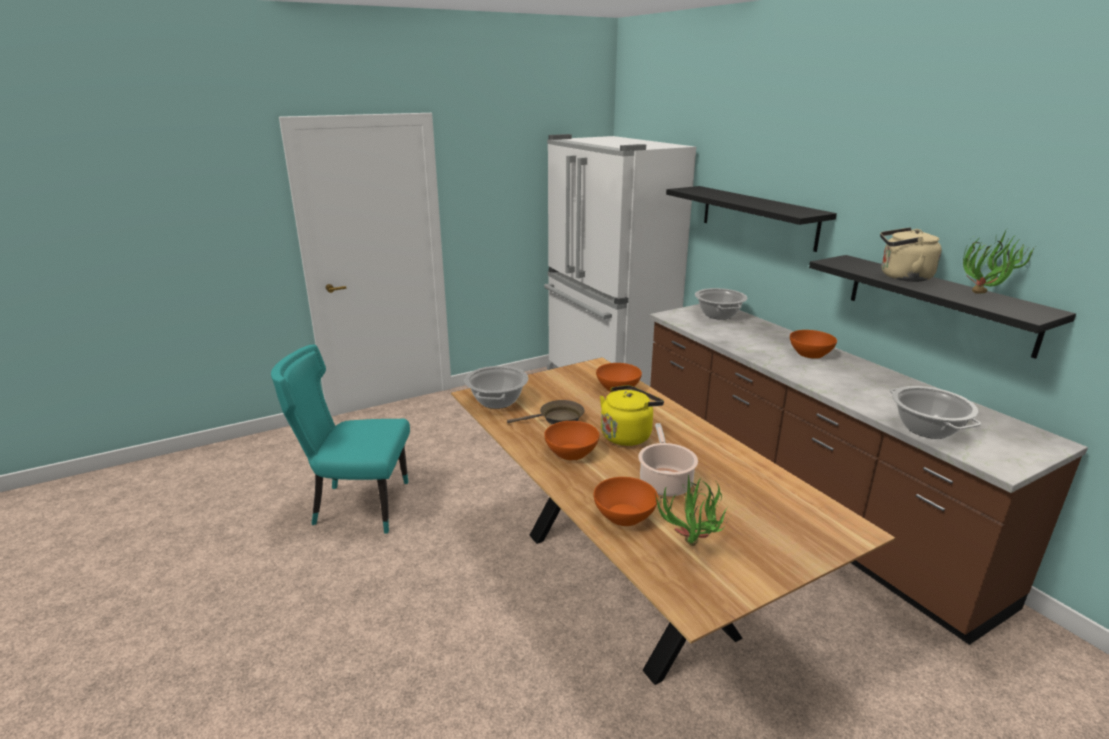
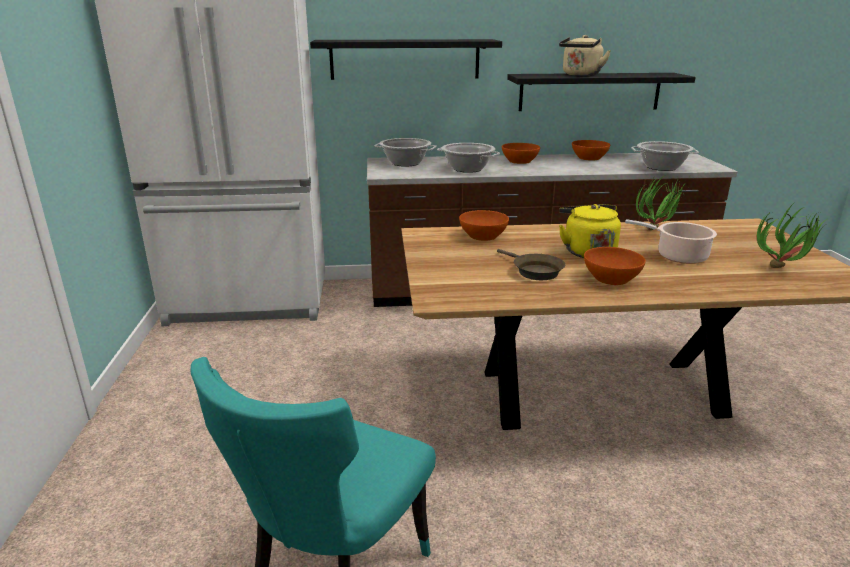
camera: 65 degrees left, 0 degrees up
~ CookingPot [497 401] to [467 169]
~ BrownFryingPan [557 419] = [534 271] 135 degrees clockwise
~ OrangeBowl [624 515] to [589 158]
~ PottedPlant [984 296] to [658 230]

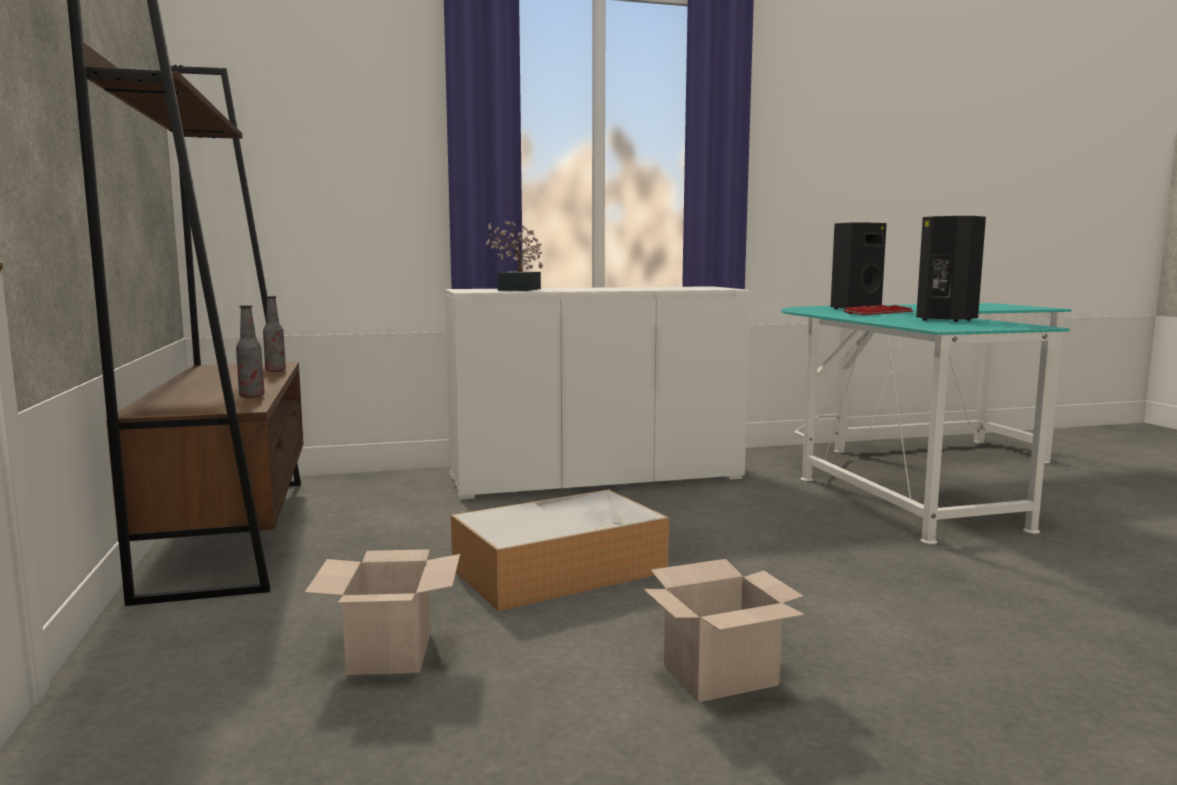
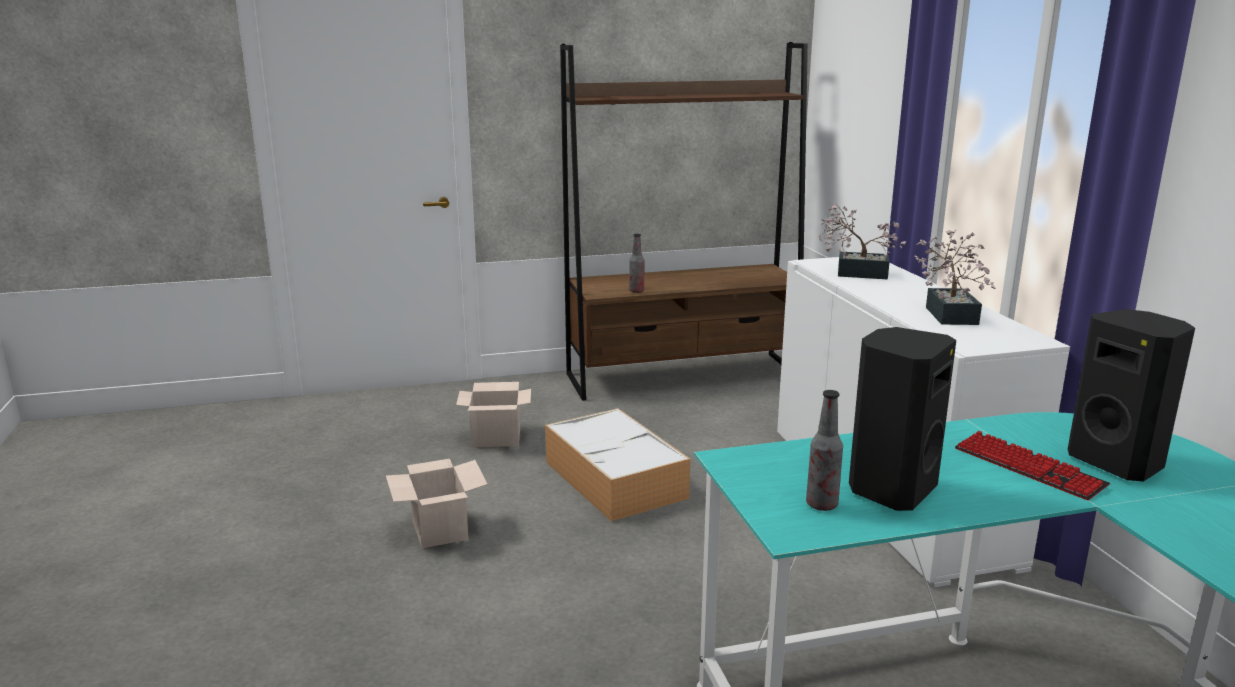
camera: 90 degrees right, 10 degrees up
~ Bottle [275 371] to [821 505]
+ PottedPlant [950 313]

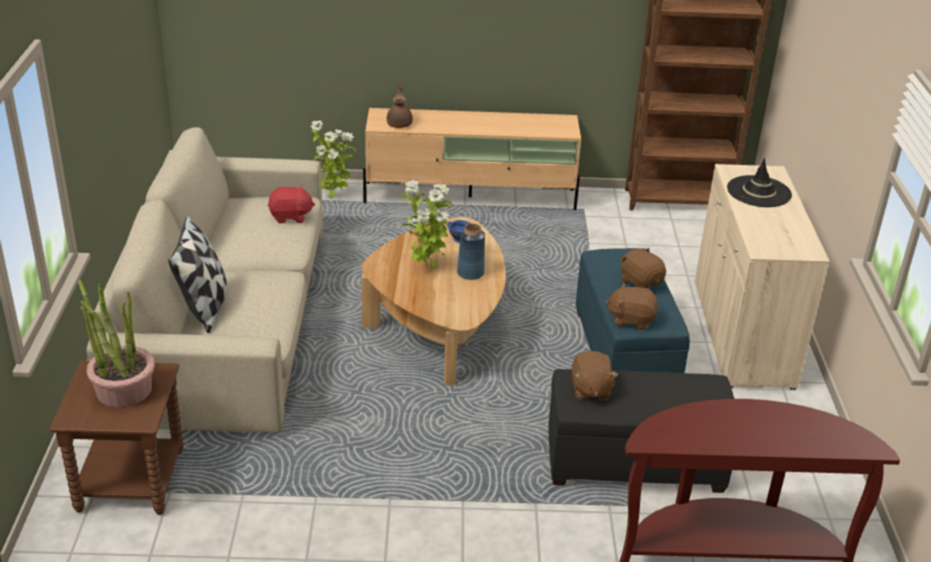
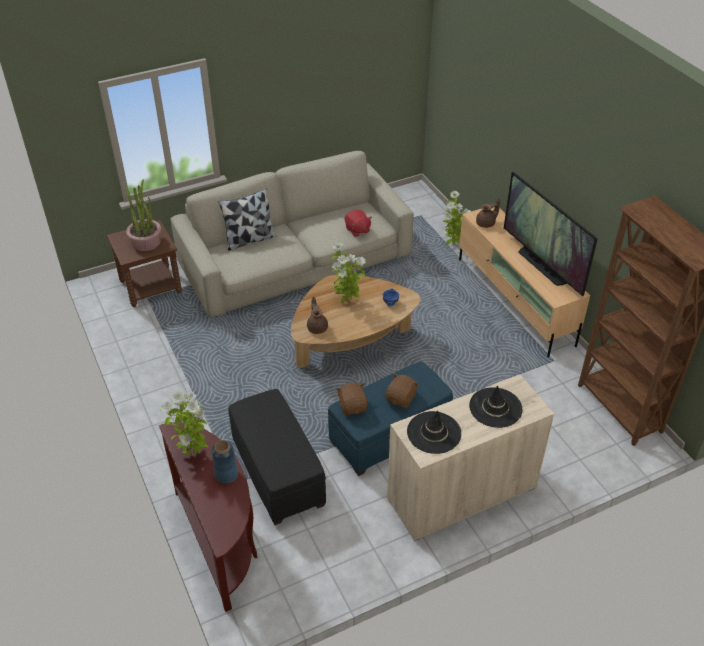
camera: 65 degrees right, 10 degrees up
~ BlueVase [470 273] to [226 474]
- BrownPlushToy [590 390]
+ PottedPlant [193 454]
+ BrownTeapot [317 327]
+ BlackHat [433 433]
+ Television [542 266]

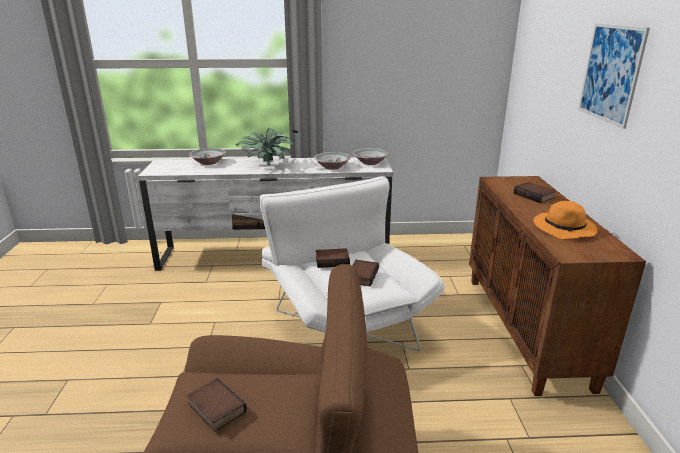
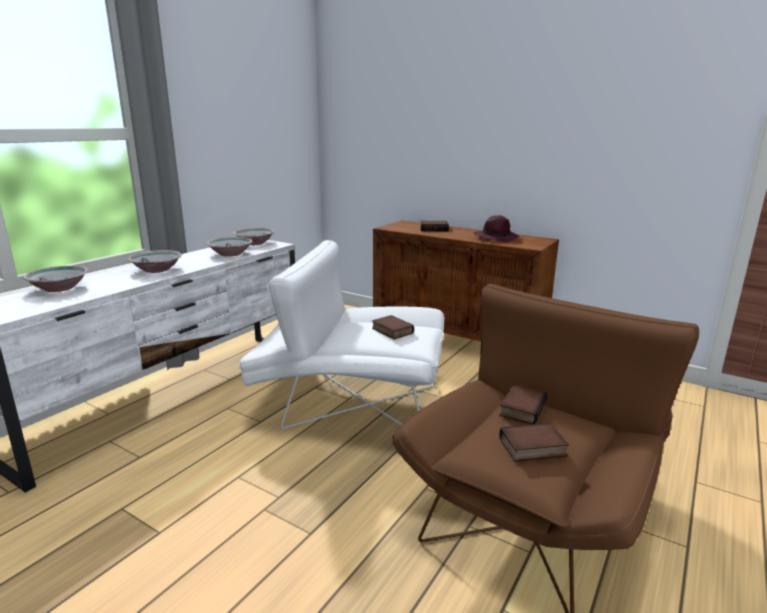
camera: 55 degrees left, 5 degrees down
~ PottedPlant [269 165] to Bowl [157 270]
~ Book [333 261] to [521 408]
~ OrangeHat [565 229] to PurpleHat [496 238]
- Picture [610 73]

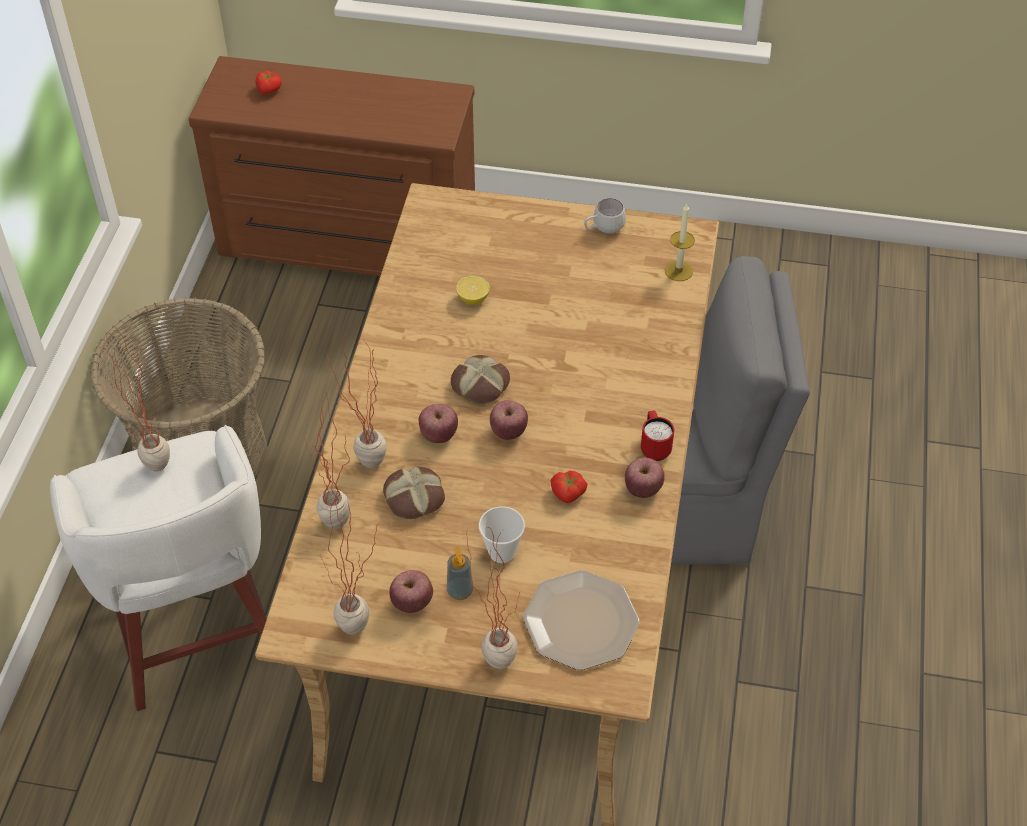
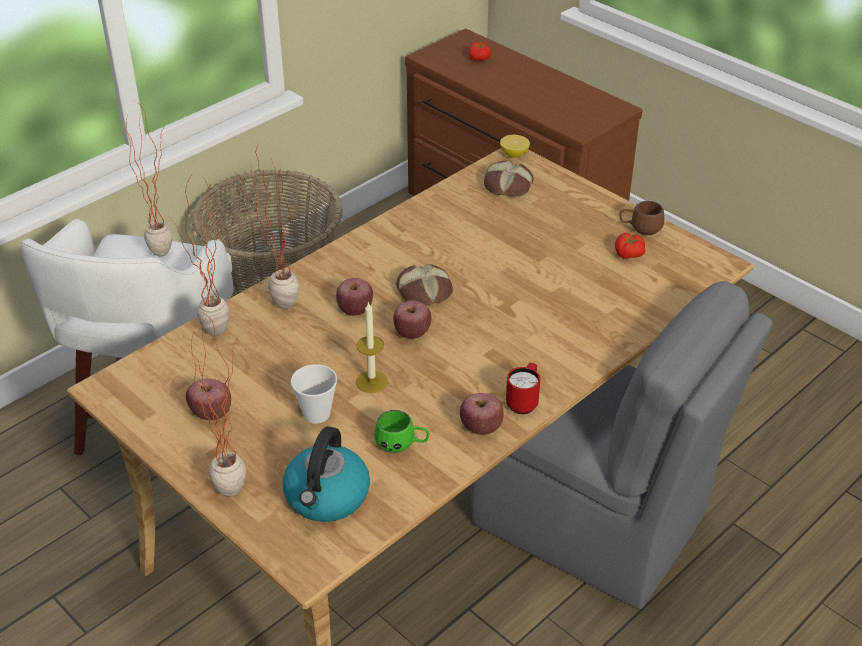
camera: 35 degrees right, 10 degrees down
- PottedPlant [363 632]
~ Bread [414 498] to [507 186]
- SoapDispenser [460 591]
~ Lemon [473 298] to [514 154]
~ Plate [581 620] to Kettle [327 497]
~ Tomato [568 494] to [628 254]
~ WhiteMug [603 229] to BrownMug [640 229]
~ Candle [678 271] to [371 381]
+ GreenMug [402 445]

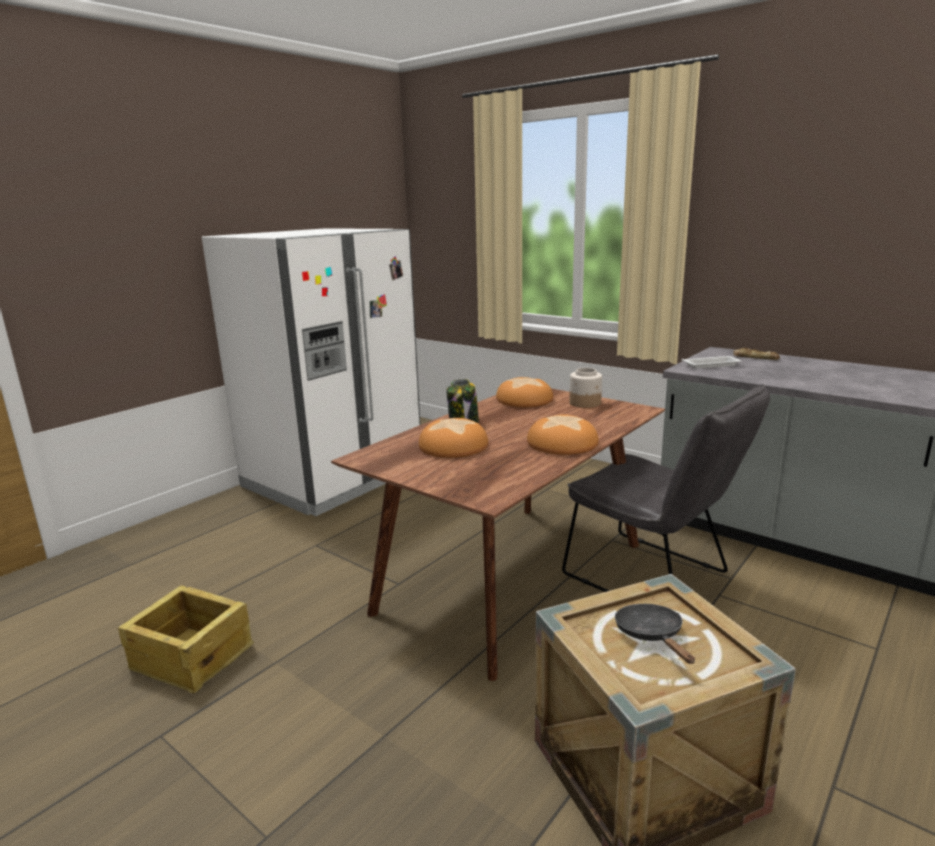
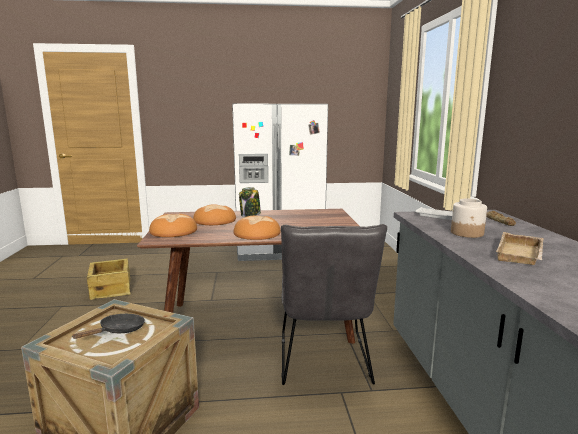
camera: 45 degrees right, 5 degrees down
~ Bread [525 400] to [173 231]
~ Jar [585 403] to [467 233]
+ BeigeTray [521 254]

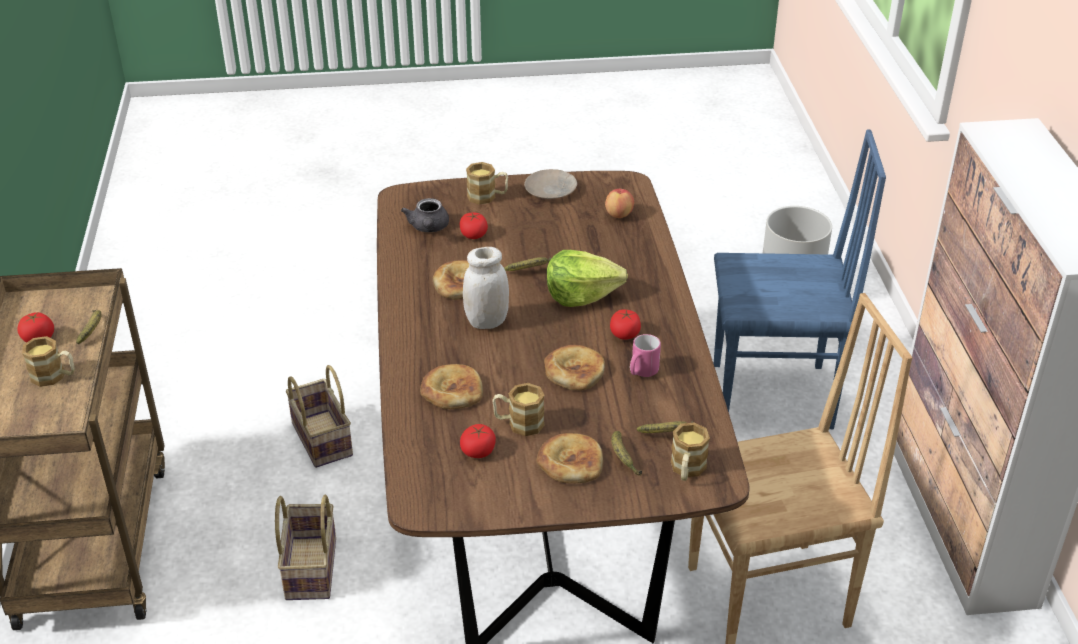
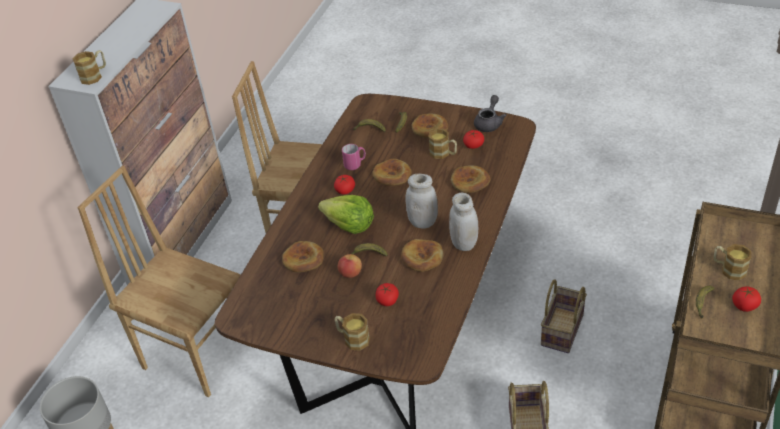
camera: 150 degrees left, 5 degrees up
~ GreyTeapot [428 228] to [489 123]
- BeigePlate [551 190]
~ Apple [619 215] to [350 273]
~ Mug [687 470] to [95 75]
~ BlueChair [773 397] to BrownChair [197 354]
+ Bread [303 259]
+ WhiteJar [464 243]

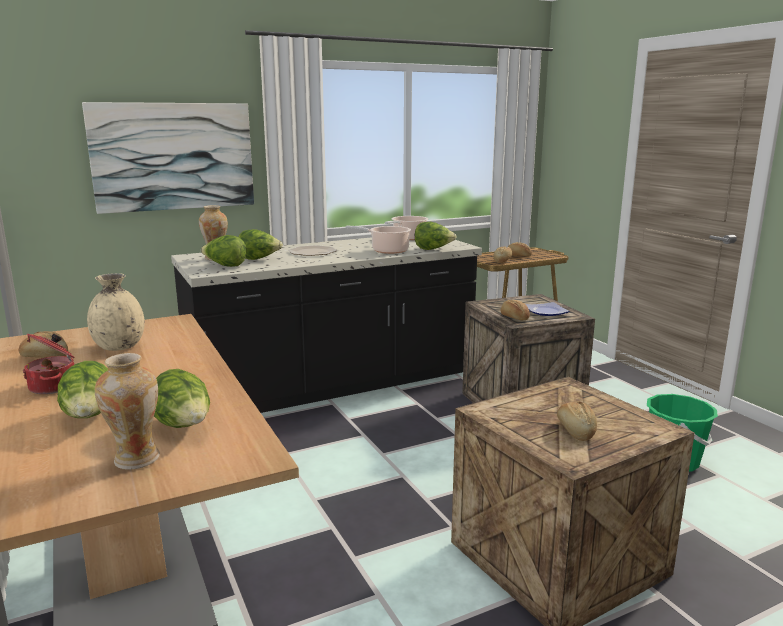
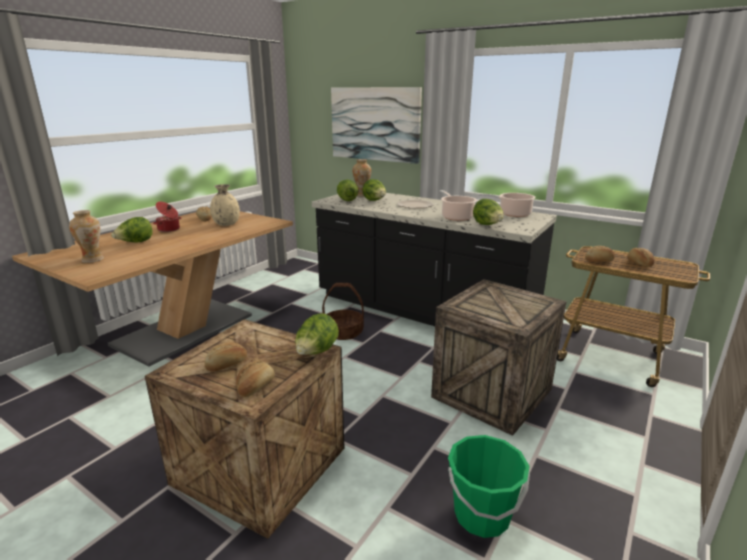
camera: 60 degrees right, 5 degrees up
~ Lettuce [184 426] to [316 353]
~ Bread [514 318] to [255 387]
- Plate [546 311]
+ Basket [343 332]

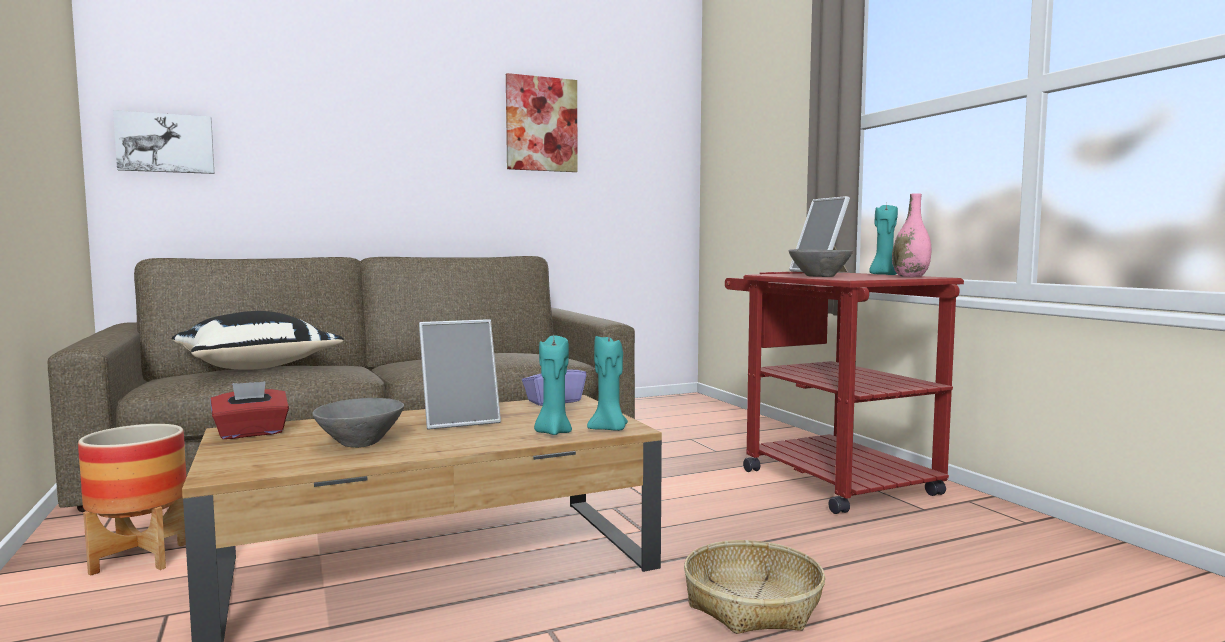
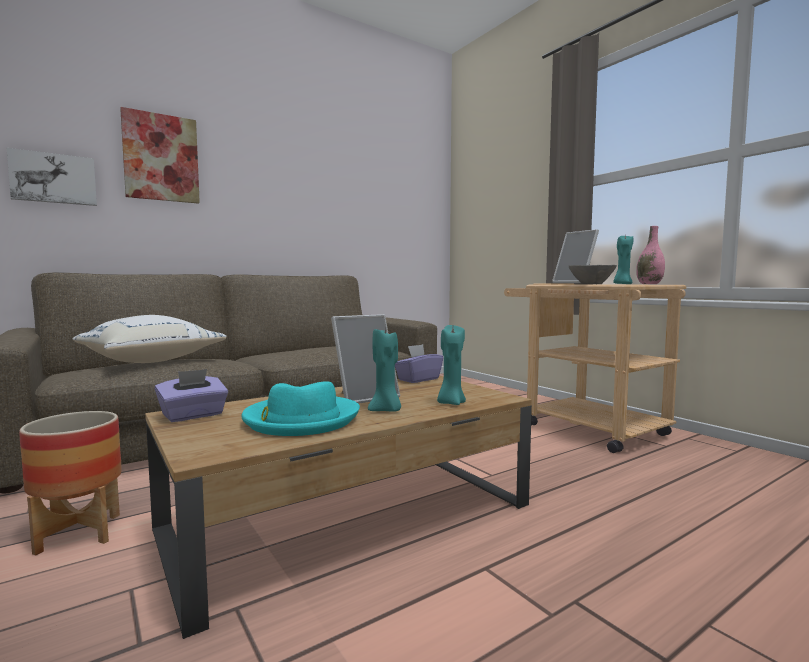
camera: 10 degrees left, 0 degrees up
~ BlackPillow [256 367] to WhitePillow [150 361]
~ RedTissueBox [251 433] to PurpleTissueBox [193 415]
~ GreyBowl [359 443] to TurquoiseHat [301 419]
~ Picture [541 124] to [161 158]
~ TurquoiseCandle [609 429] to [386 410]
- Basket [753 604]
~ RedCart [826 477] to BeigeCart [584 427]

